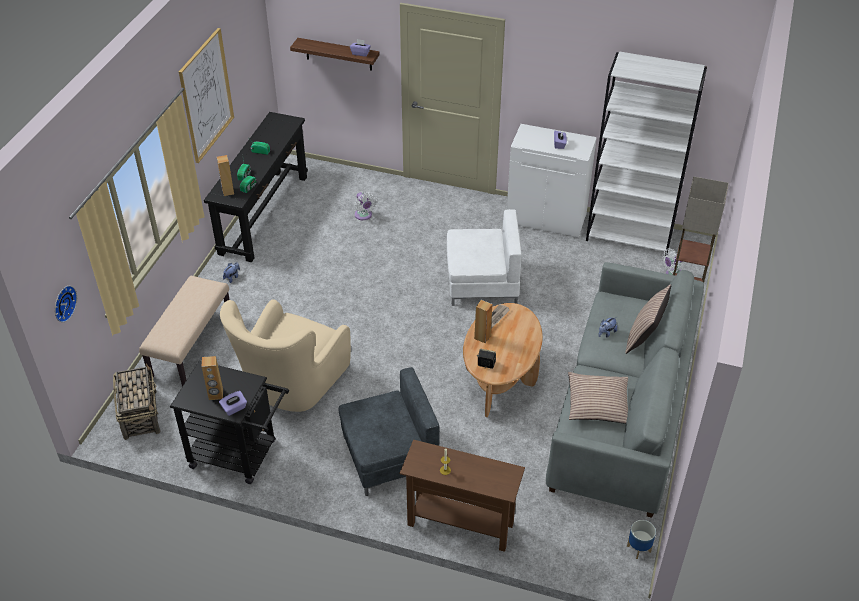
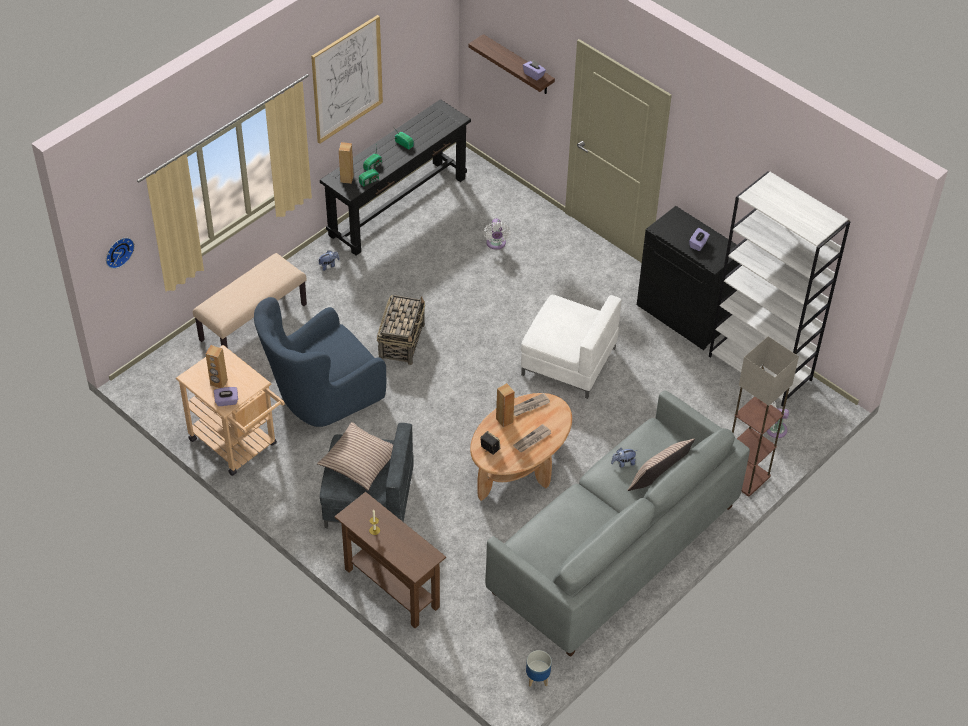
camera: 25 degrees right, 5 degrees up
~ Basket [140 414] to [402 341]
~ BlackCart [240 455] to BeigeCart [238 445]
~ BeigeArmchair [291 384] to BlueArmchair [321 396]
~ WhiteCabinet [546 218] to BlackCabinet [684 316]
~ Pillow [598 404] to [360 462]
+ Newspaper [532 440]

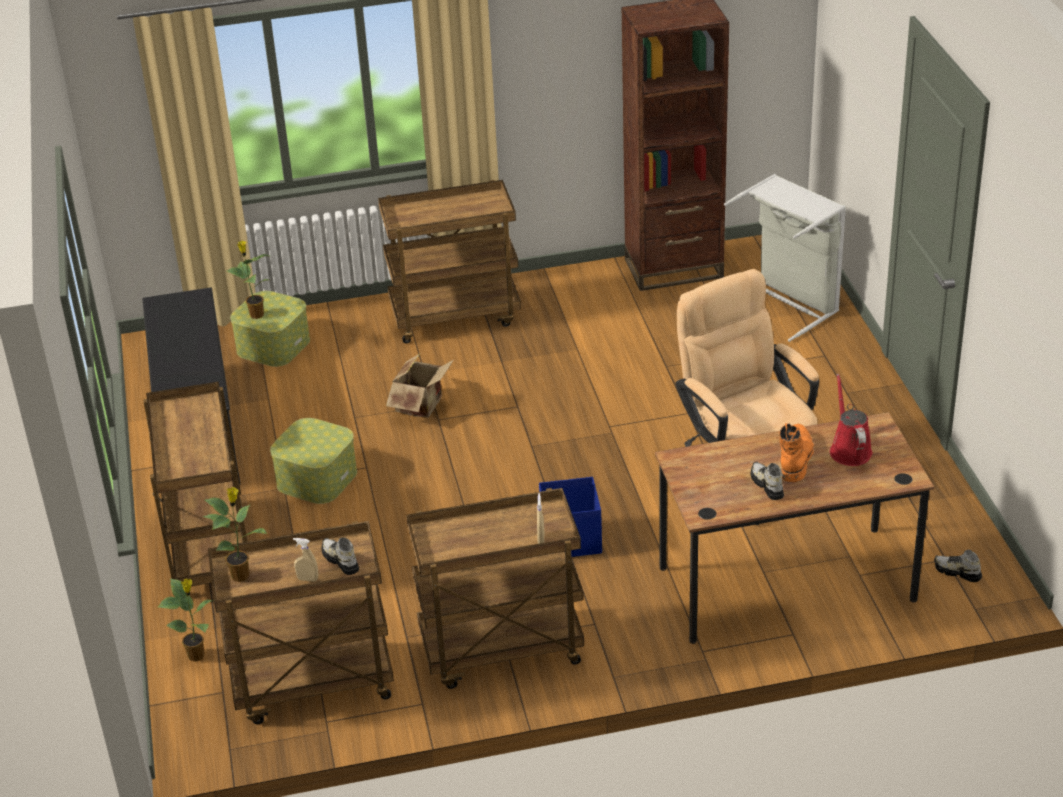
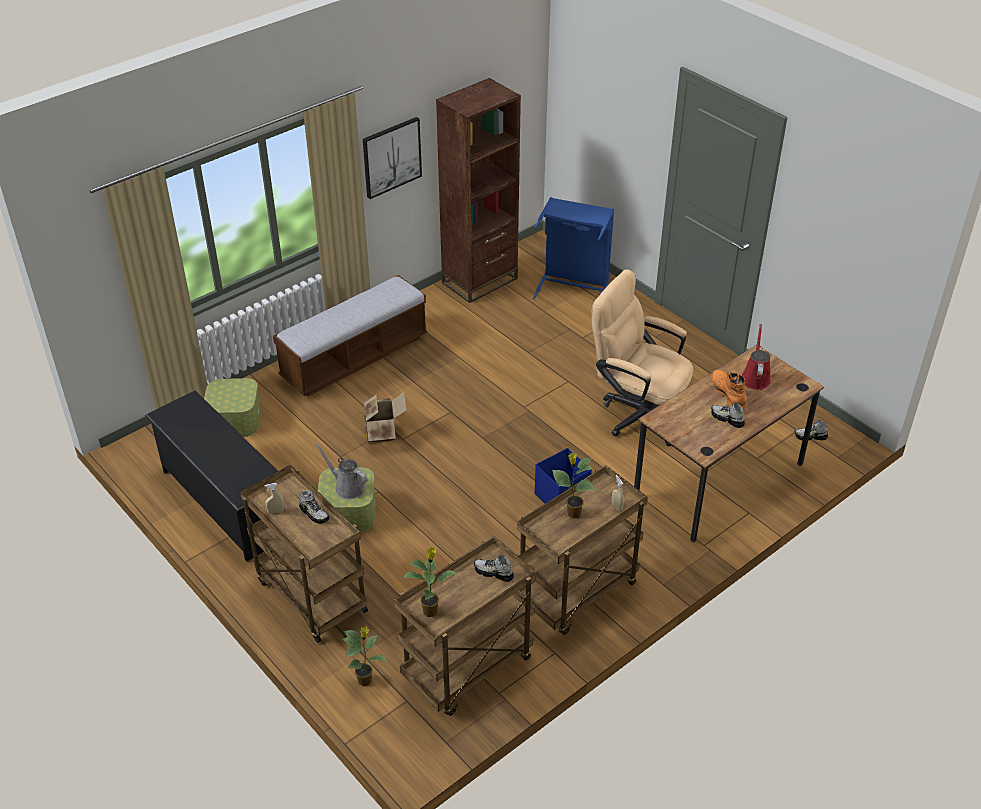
camera: 30 degrees left, 5 degrees up
~ PottedPlant [256 314] to [573 513]
~ BeigeSprayBottle [307 579] to [275 511]
~ BrownCart [455 316] to Bench [355 357]
~ GreyLaundryBasket [787 305] to BlueLaundryBasket [573 286]
~ RedWateringCan [849 449] = [755 377] 45 degrees clockwise
+ Shoe [314 513]
+ GreyWateringCan [347 487]
+ Picture [391 157]

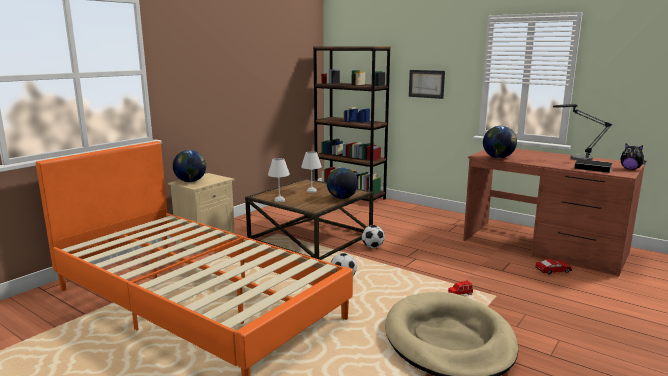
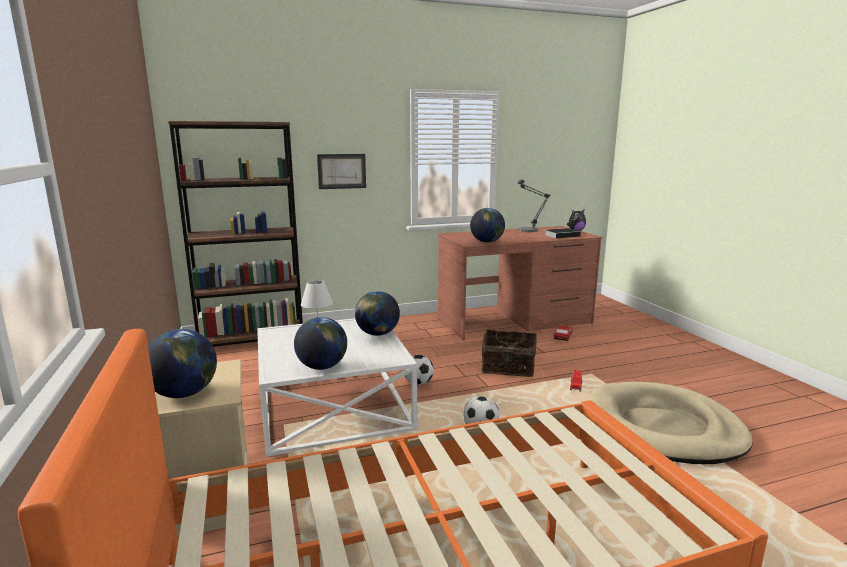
camera: 55 degrees left, 0 degrees up
~ BrownCoffeeTable [311 236] to WhiteCoffeeTable [333 406]
~ WhiteTableLamp [280 200] to Globe [322 367]
+ Basket [508 368]

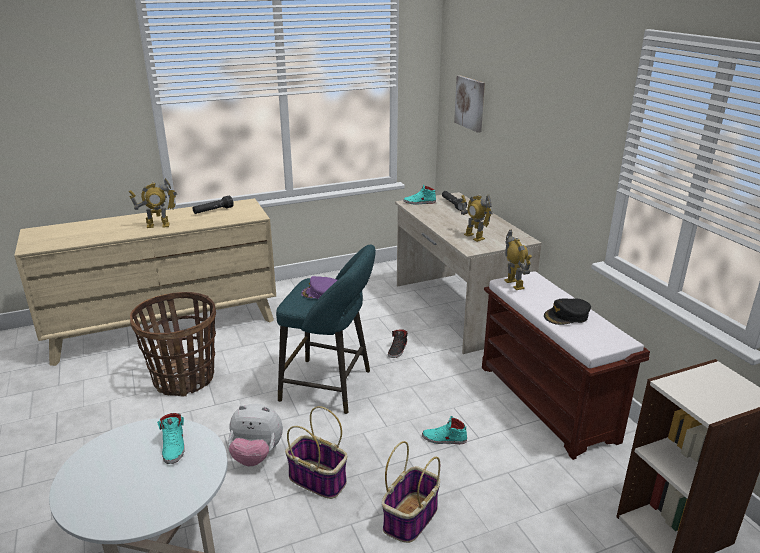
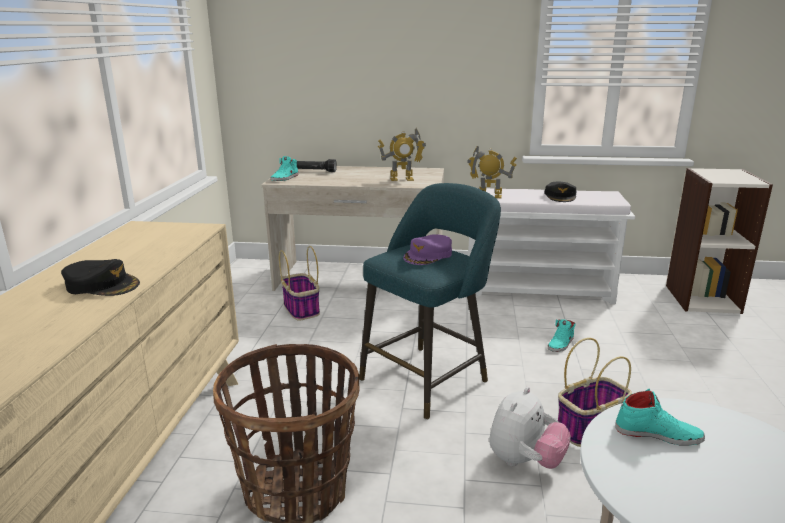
camera: 60 degrees left, 5 degrees down
~ ToyRobot [158 225] to BlackCap [102 285]
- BlackFlashlight [213 211]
~ Basket [410 518] to [302 309]
- BlackShoe [398 350]
- Picture [470 103]
~ BrownBench [548 403] to WhiteBench [539 290]

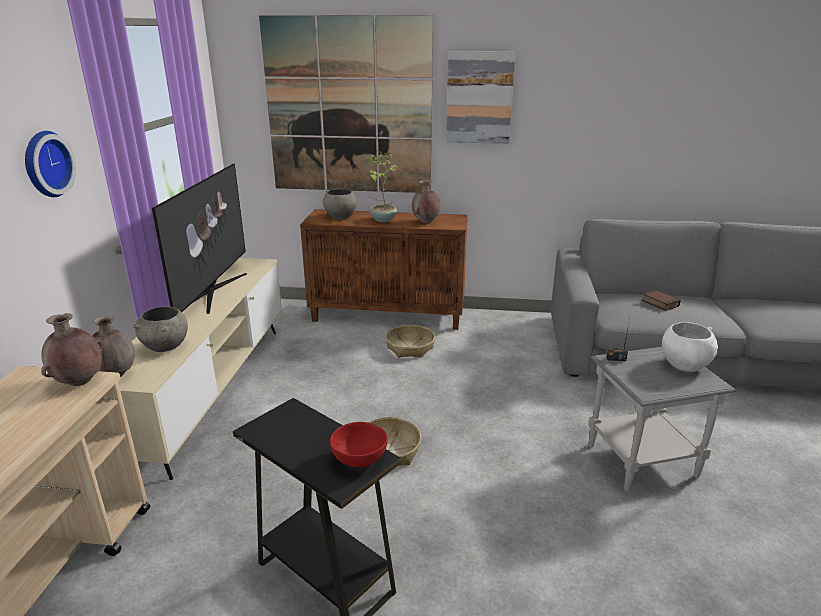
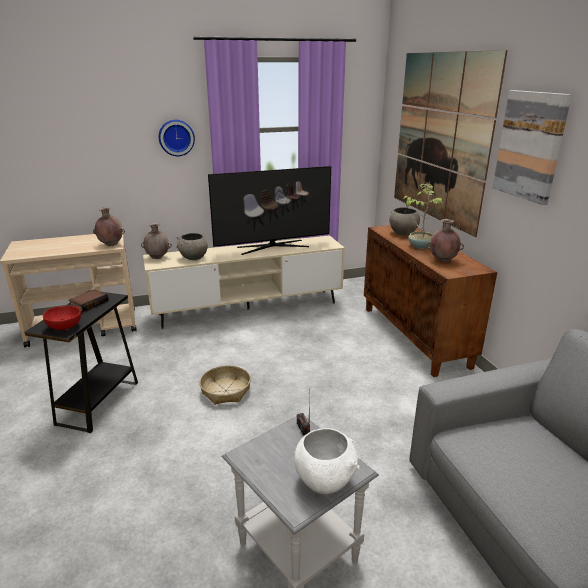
camera: 65 degrees right, 0 degrees up
- Basket [410 347]
~ Book [659 303] to [89 303]

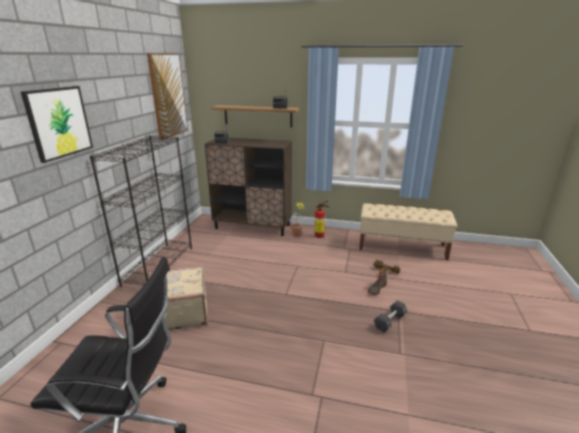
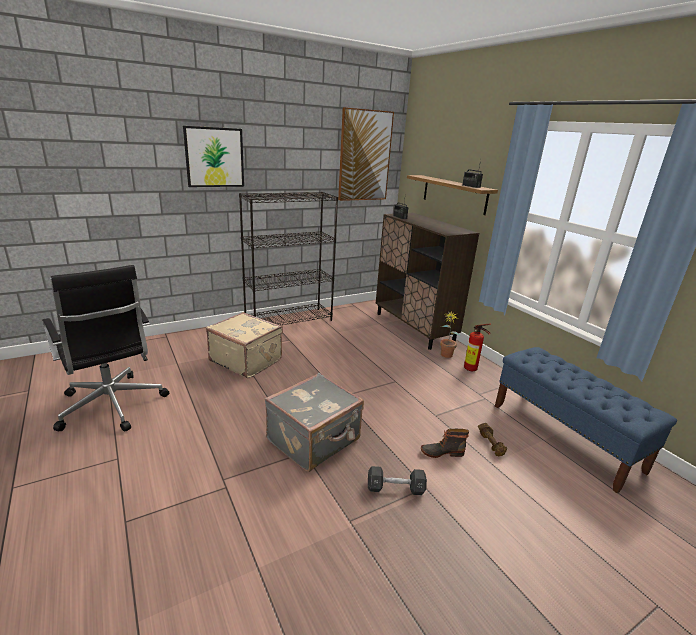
camera: 45 degrees right, 0 degrees up
~ BeigeBench [402 247] to BlueBench [564 437]
+ GreySuitcase [315 441]

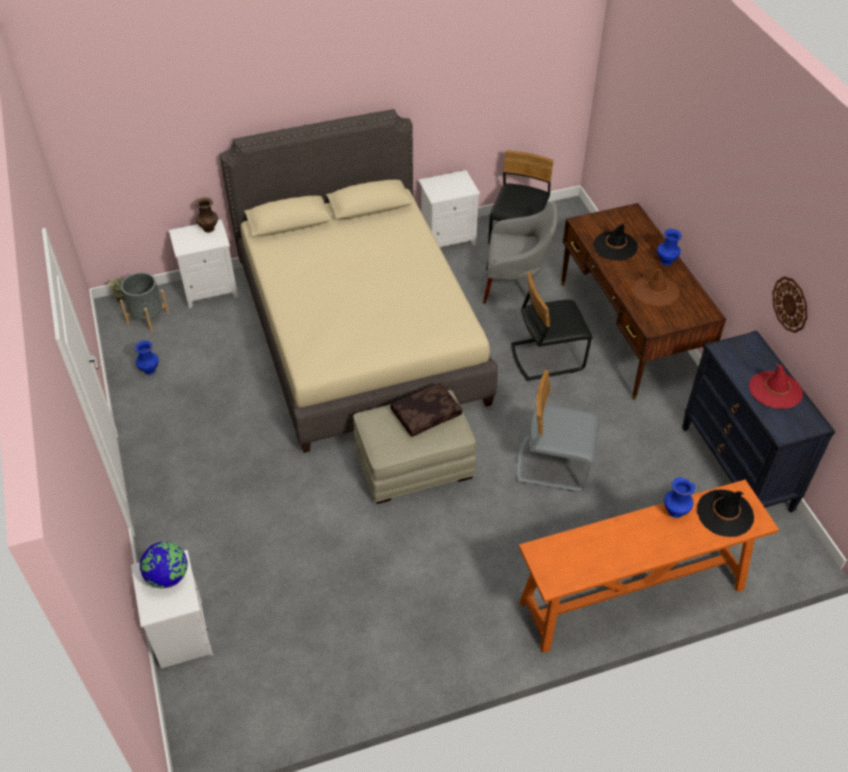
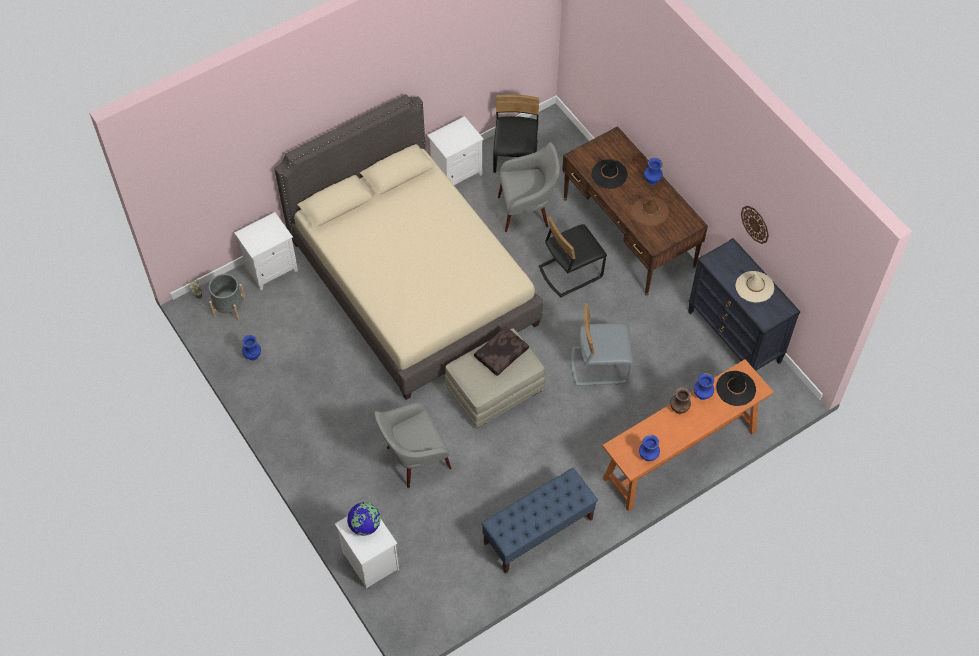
camera: 15 degrees left, 10 degrees up
~ BrownVase [209 228] to [679 409]
~ RedHat [775 390] to BeigeHat [754 287]
+ GreyArmchair [414 459]
+ BlueBench [538 531]
+ BlueVase [648 457]

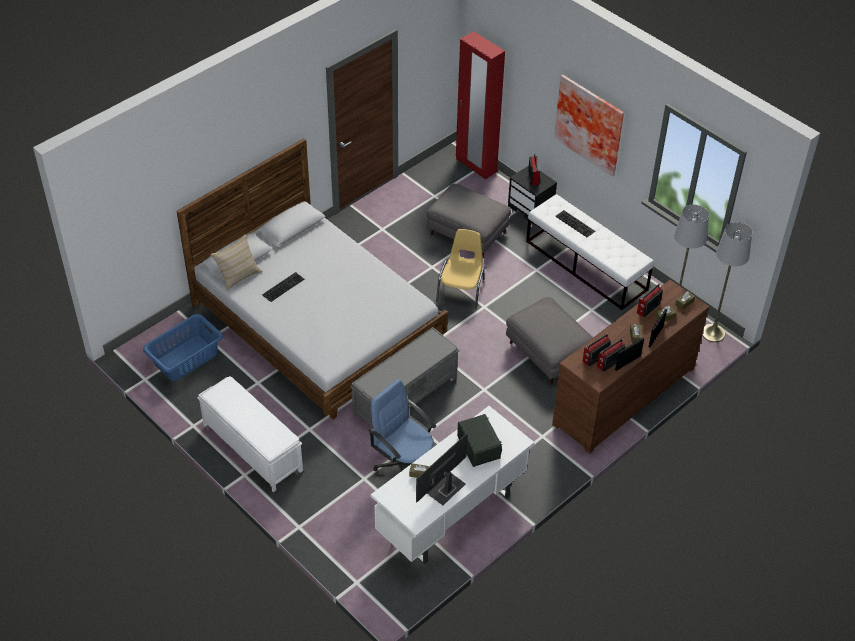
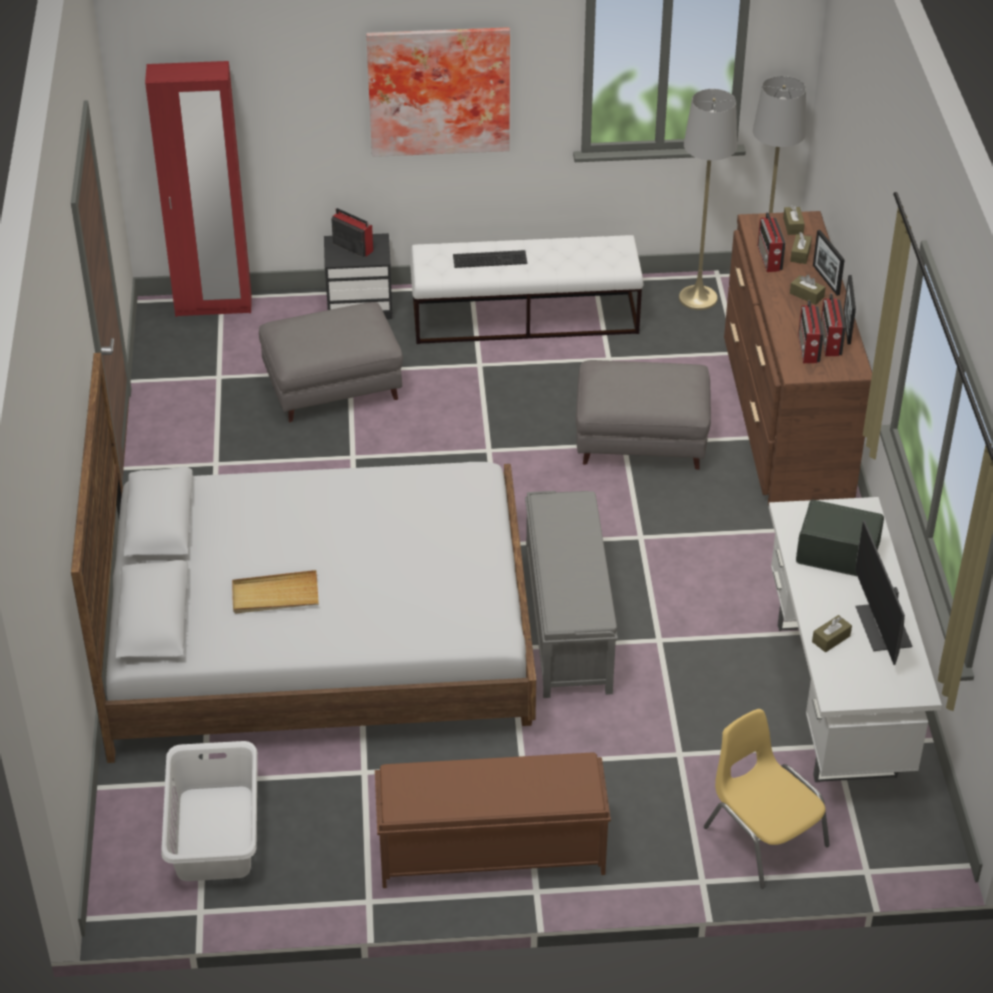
camera: 50 degrees left, 5 degrees down
~ BlueLaundryBasket [185 358] to WhiteLaundryBasket [214 834]
~ WhiteBench [252 447] to BrownBench [489 851]
- BeigePillow [238 275]
~ Keyboard [283 286] to BeigeTray [275 595]
- BlueOfficeChair [404 464]
~ YellowChair [461 289] to [763 835]

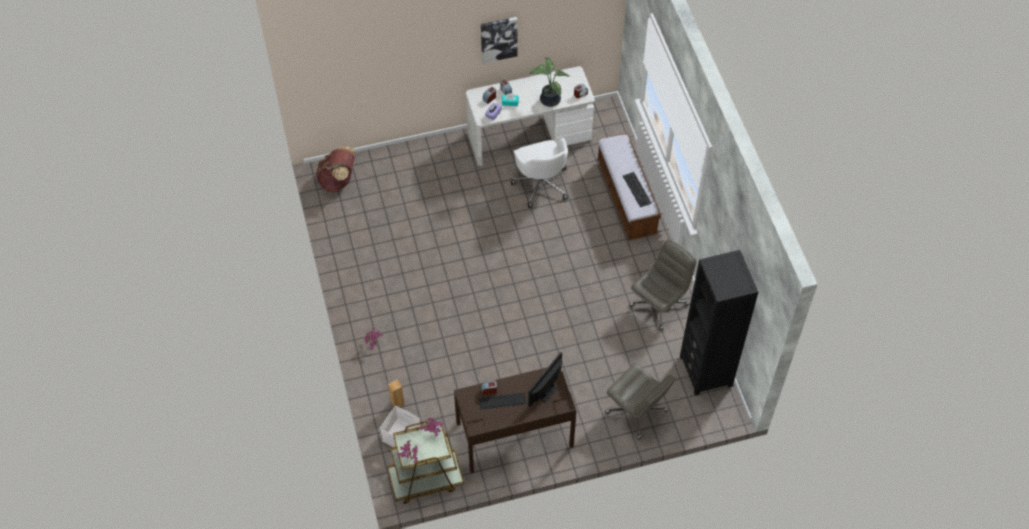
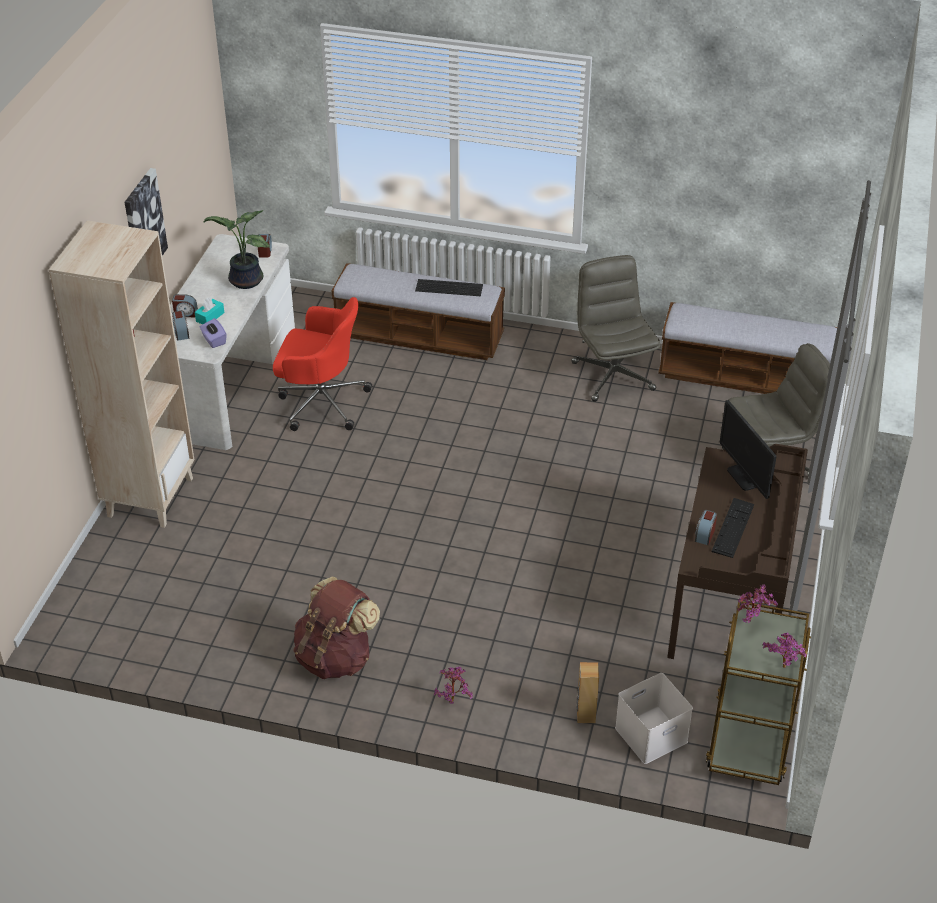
camera: 60 degrees left, 15 degrees down
~ BrownBackpack [338 181] to [335 657]
~ WhiteOfficeChair [541 183] to RedOfficeChair [321 402]
~ BlackBookcase [706 370] to Bench [744 377]
+ BeigeBookcase [150 496]

